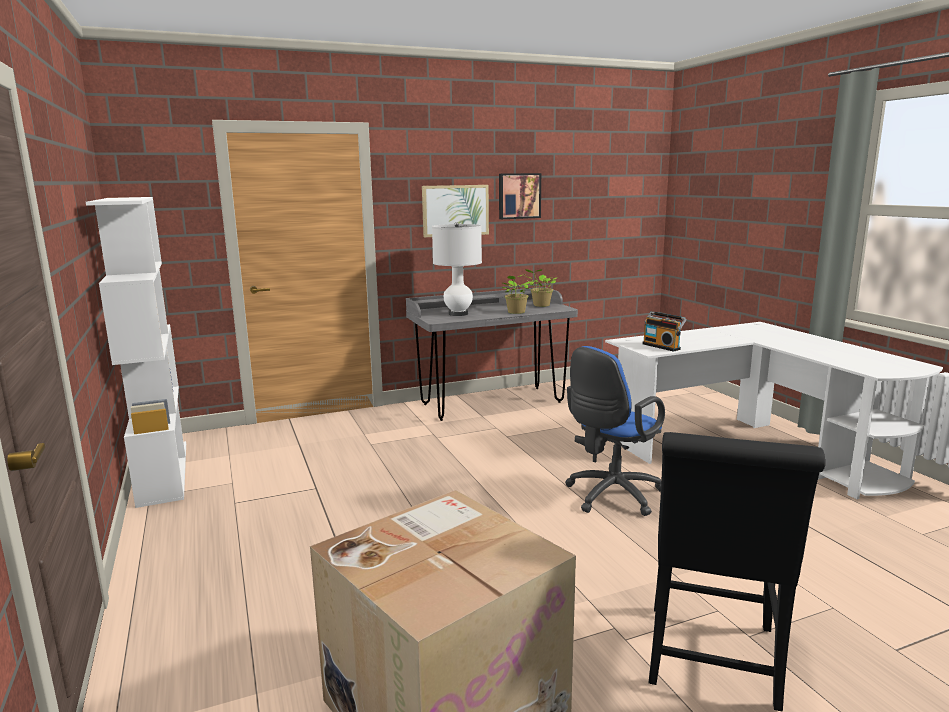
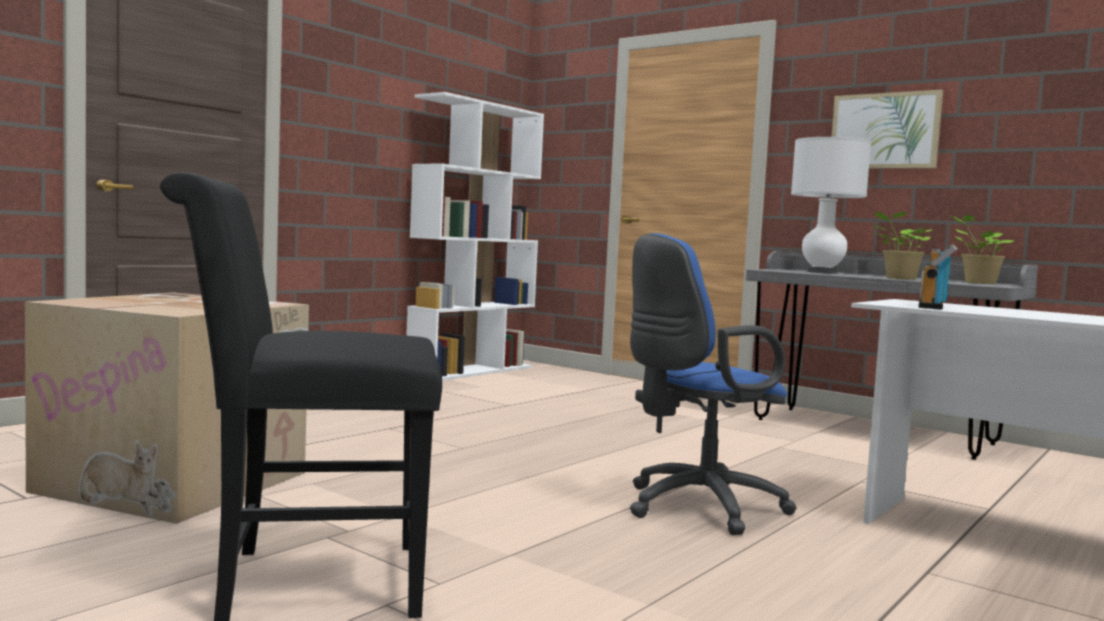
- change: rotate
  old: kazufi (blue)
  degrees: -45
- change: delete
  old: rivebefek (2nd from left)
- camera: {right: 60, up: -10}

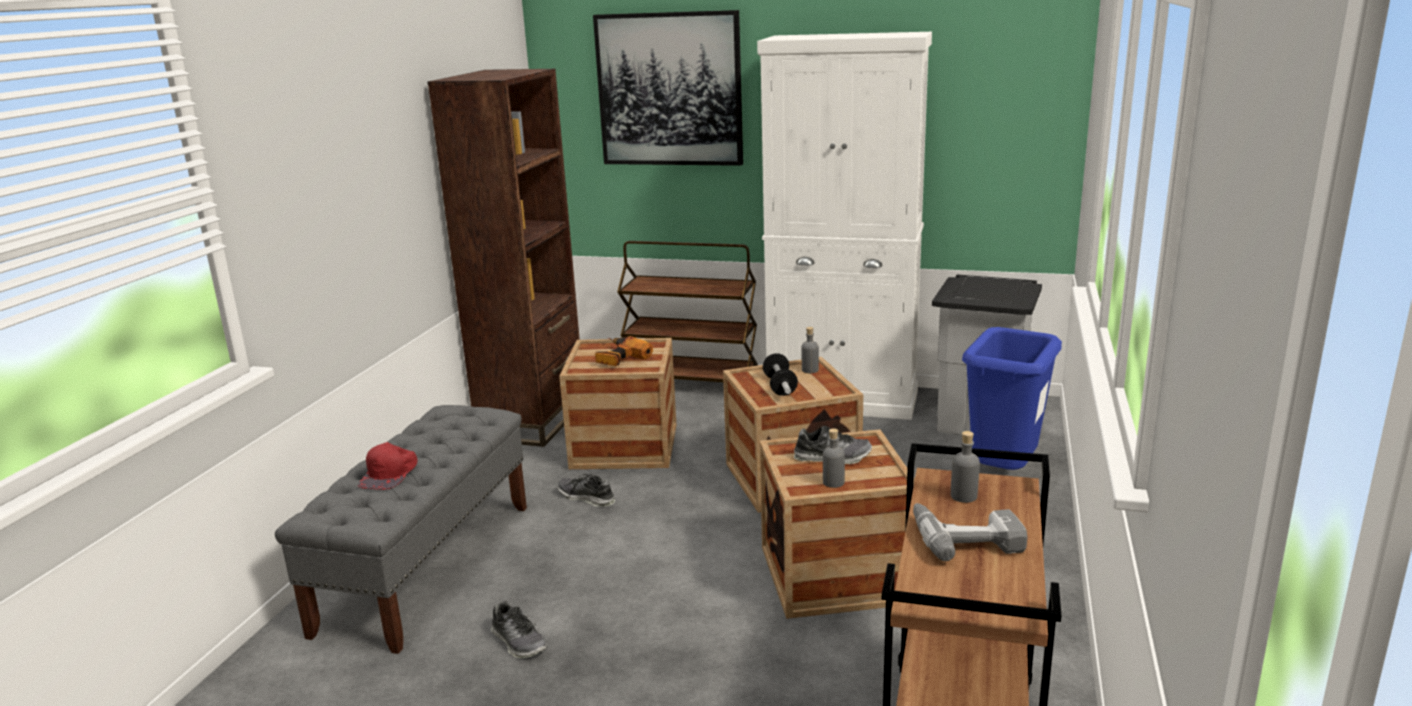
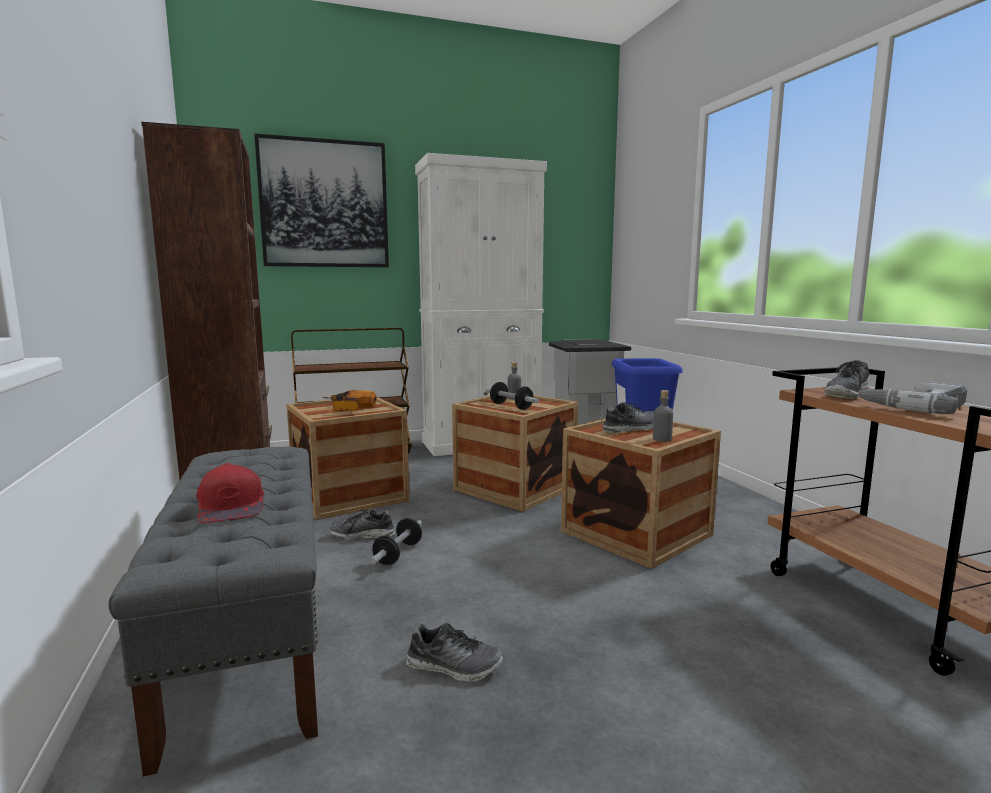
- change: insert
  new: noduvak (1st from left)
- change: replace
  old: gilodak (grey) (3rd from left)
  new: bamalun (4th from left)
- camera: {right: -35, up: -10}

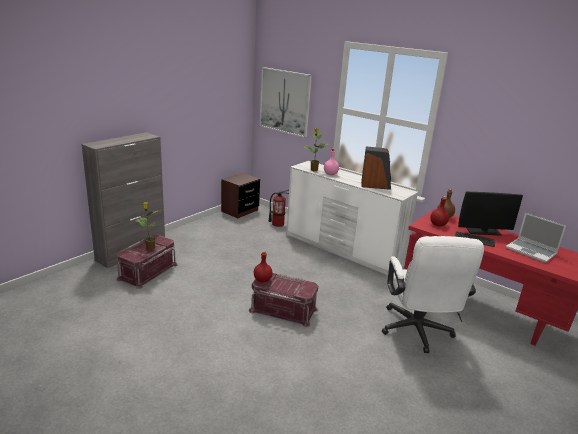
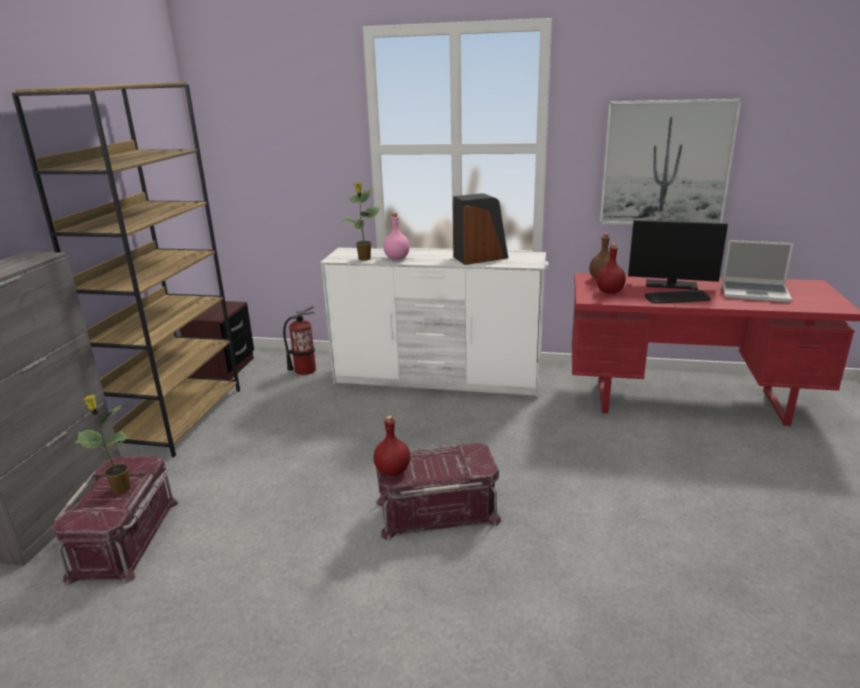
- change: insert
  new: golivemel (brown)
- change: move
  old: rivebefek
- change: rotate
  old: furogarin
  degrees: 45
- change: delete
  old: kazufi (white)
- camera: {right: -25, up: 0}

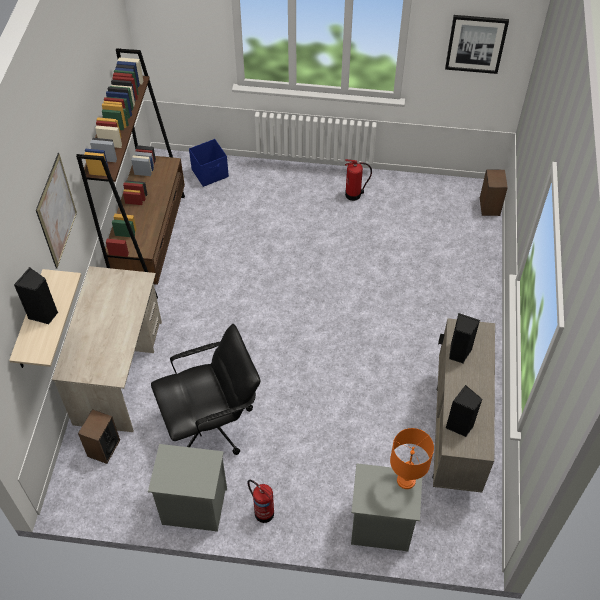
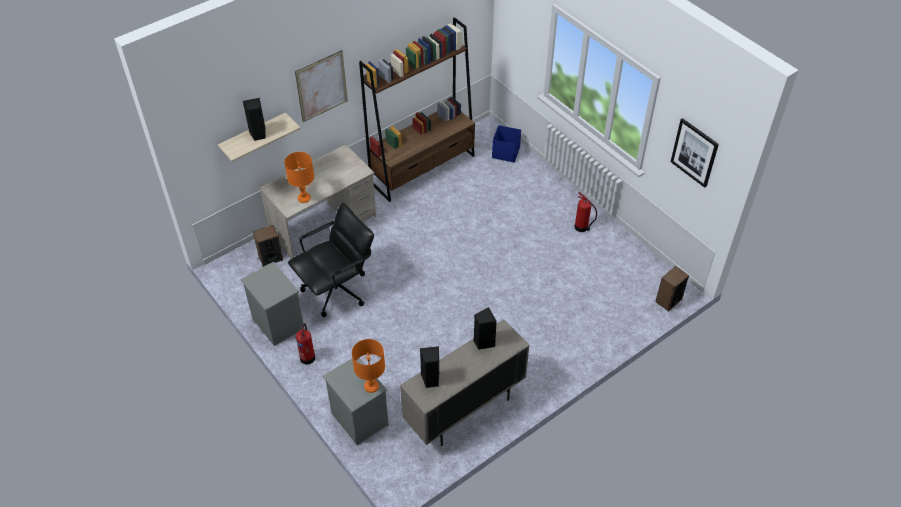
- change: insert
  new: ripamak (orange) (1st from left)
- change: rotate
  old: kazufi (black)
  degrees: -60
- camera: {right: 45, up: -5}

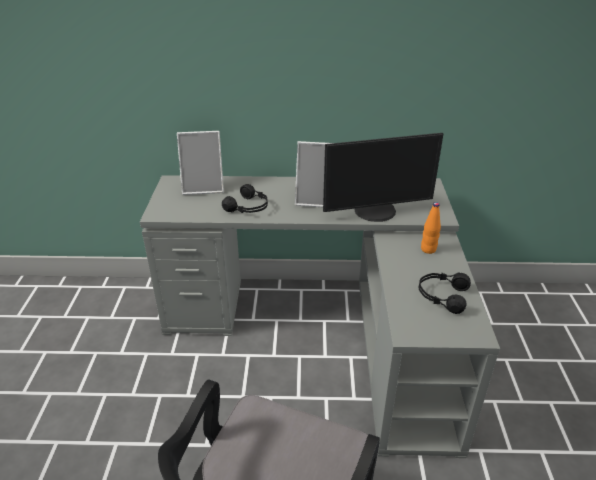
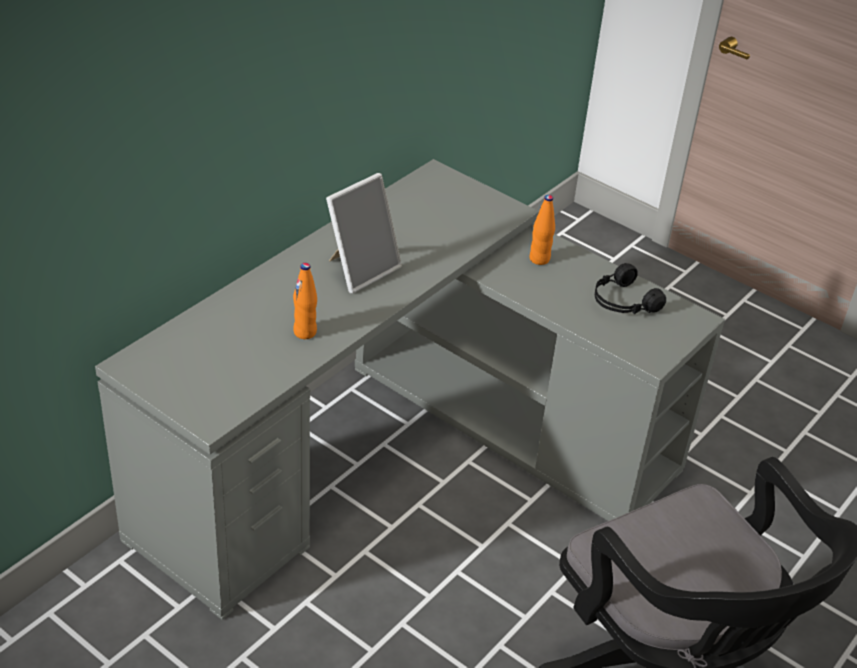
- change: replace
  old: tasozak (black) (1st from left)
  new: gilodak (orange) (1st from left)
- change: delete
  old: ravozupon (1st from left)
- change: delete
  old: furogarin
- camera: {right: -55, up: 5}

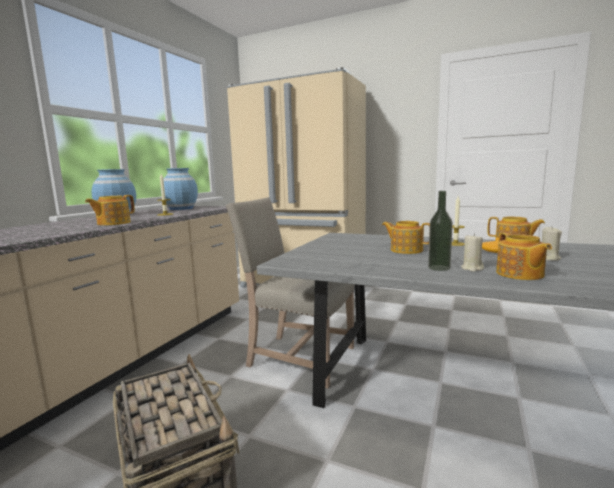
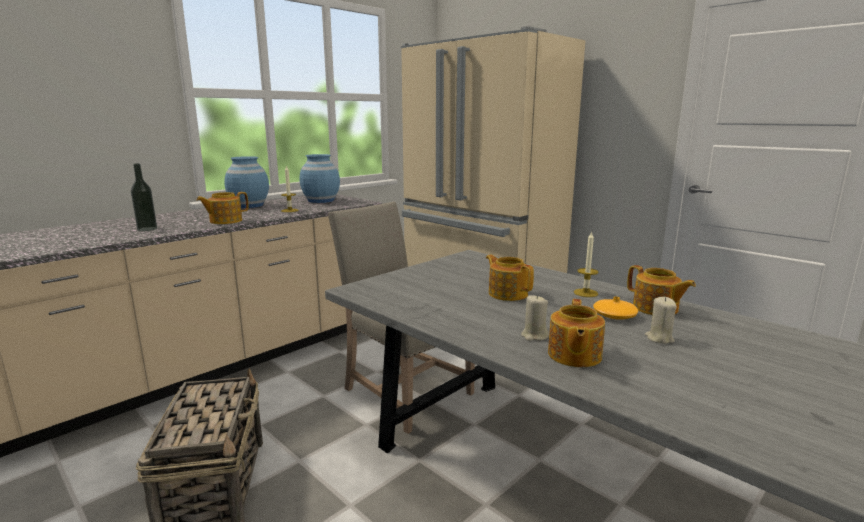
- change: move
  old: gilodak
- camera: {right: 20, up: 5}

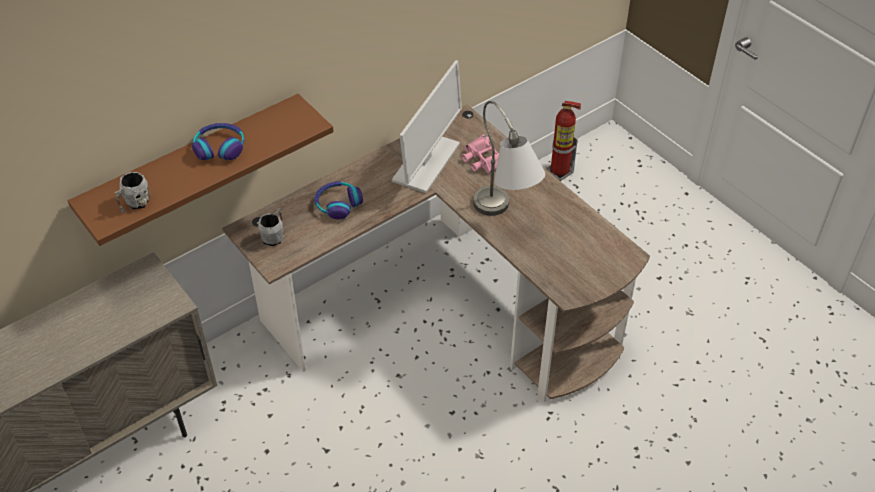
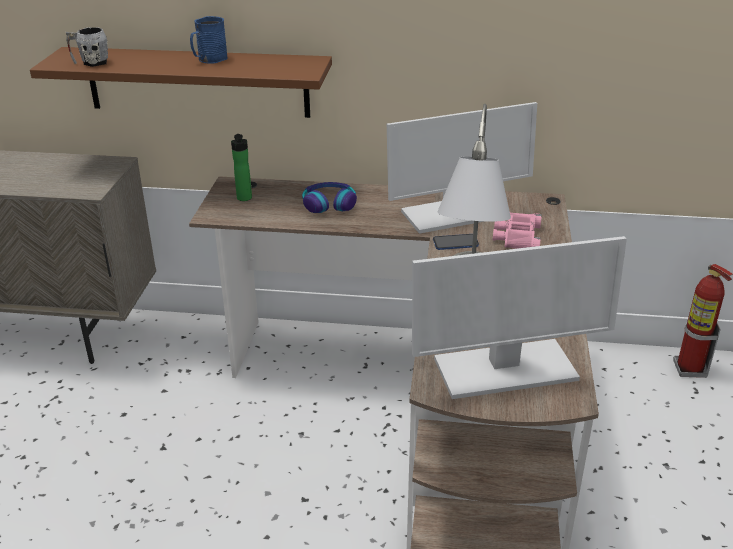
- change: replace
  old: tasozak (1st from left)
  new: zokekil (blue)
- change: replace
  old: zokekil (grey) (2nd from left)
  new: gilodak
- change: insert
  new: furogarin (2nd from left)
- change: insert
  new: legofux
- camera: {right: 45, up: -15}

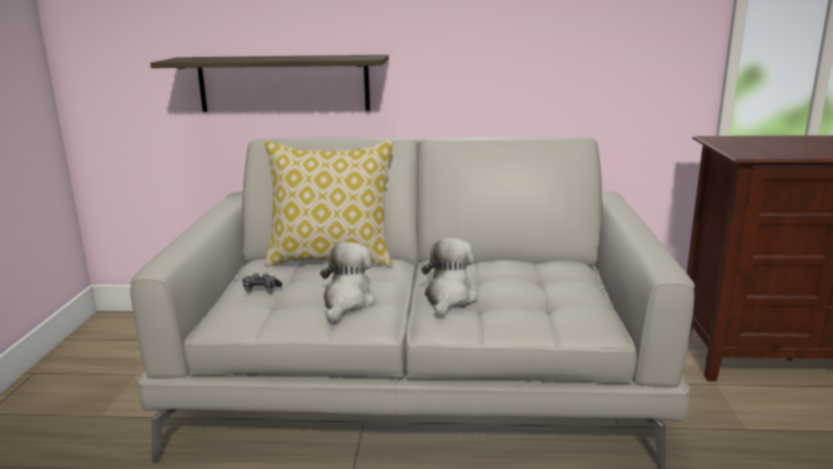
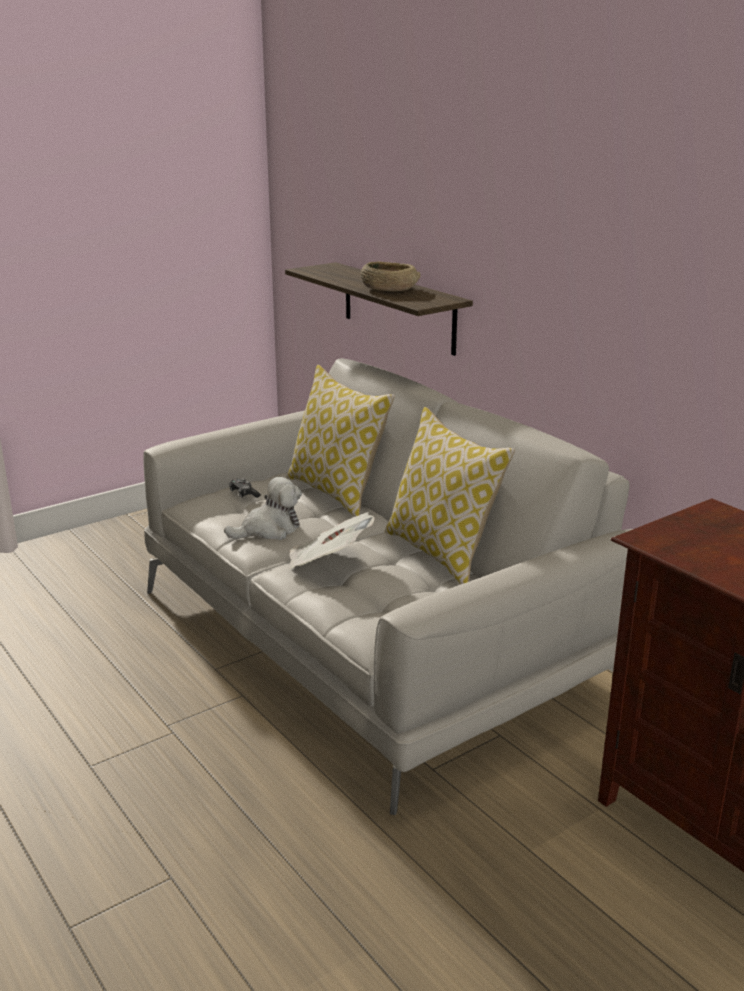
- change: replace
  old: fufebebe (2nd from left)
  new: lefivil
- change: insert
  new: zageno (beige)
- change: insert
  new: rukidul (2nd from left)
- camera: {right: 50, up: 5}

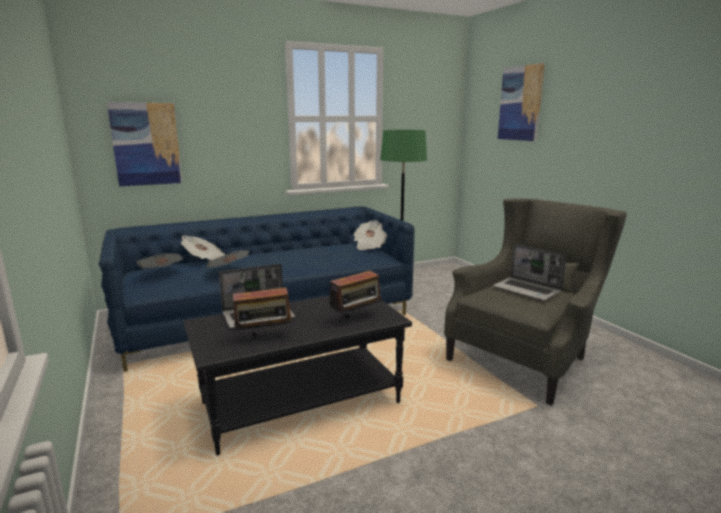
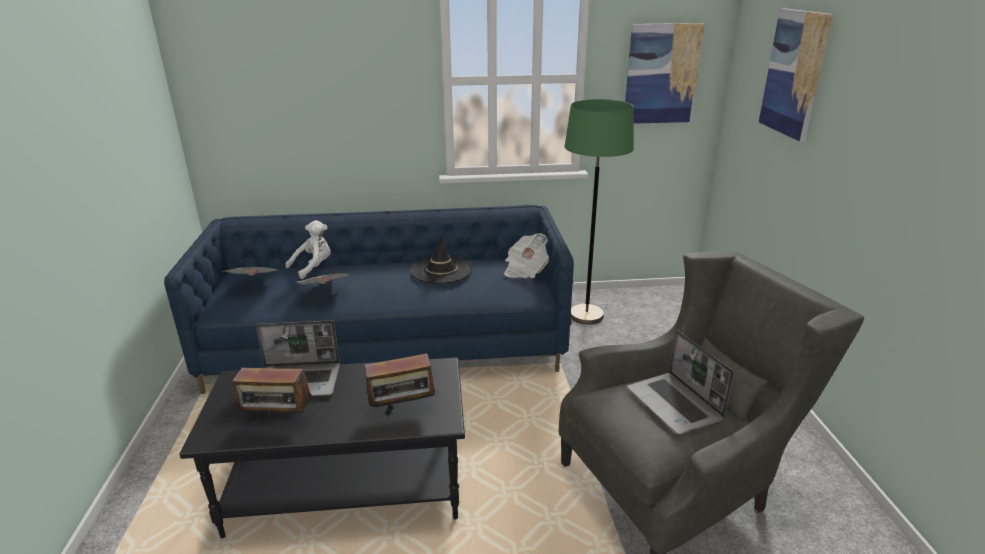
- change: replace
  old: lefivil (2nd from left)
  new: fufebebe (white)
- change: insert
  new: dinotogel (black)
- change: move
  old: rivebefek (1st from left)
- camera: {right: 20, up: 10}

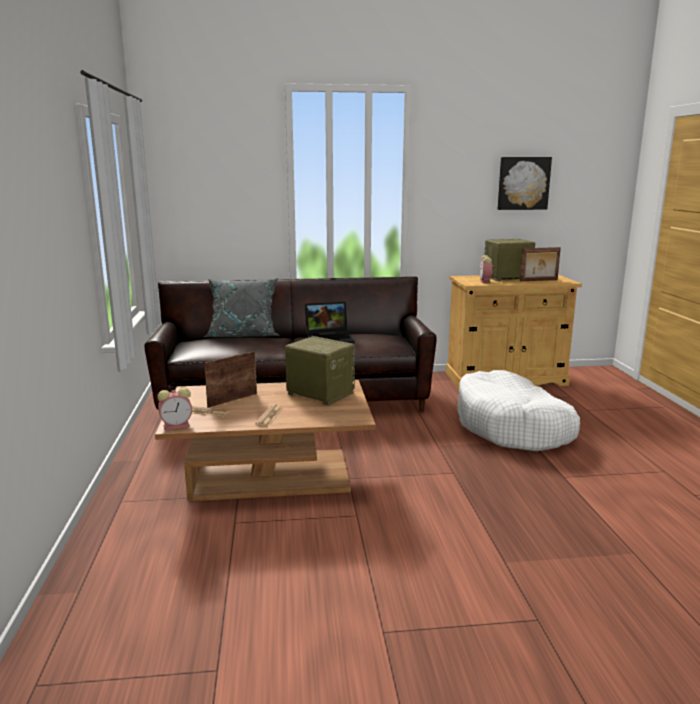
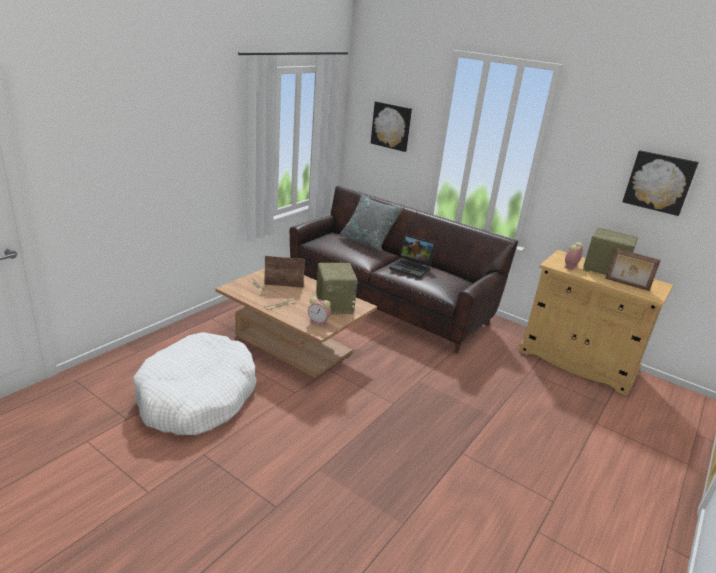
- change: move
  old: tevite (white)
- change: move
  old: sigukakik (1st from left)
- change: insert
  new: rivebefek (1st from left)
- camera: {right: 40, up: 10}

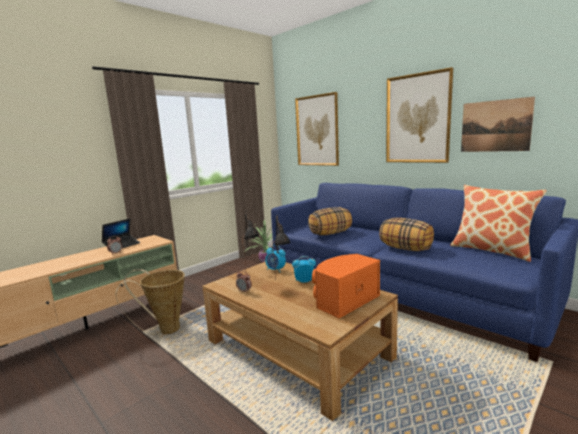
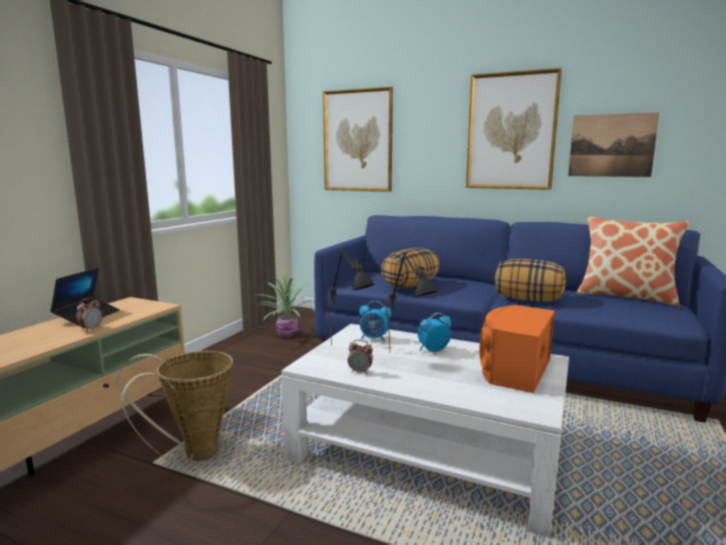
- change: recolor
  old: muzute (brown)
  new: muzute (white)
- camera: {right: -20, up: 0}

